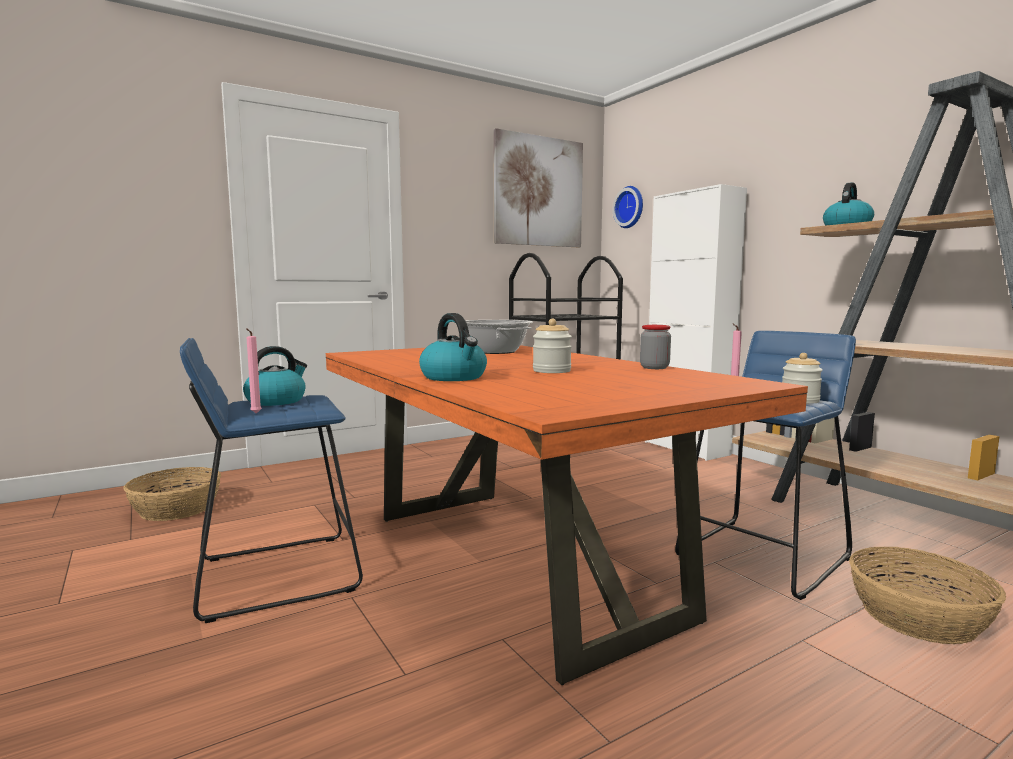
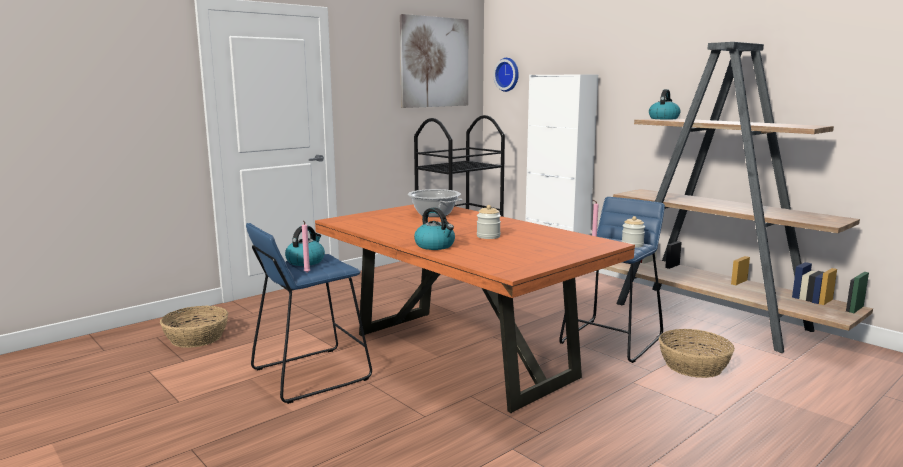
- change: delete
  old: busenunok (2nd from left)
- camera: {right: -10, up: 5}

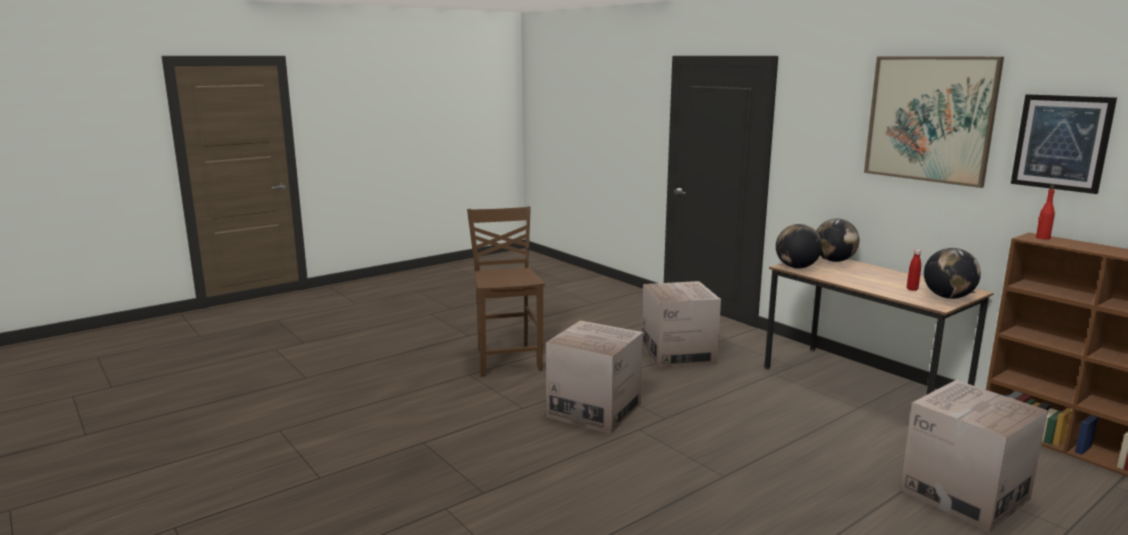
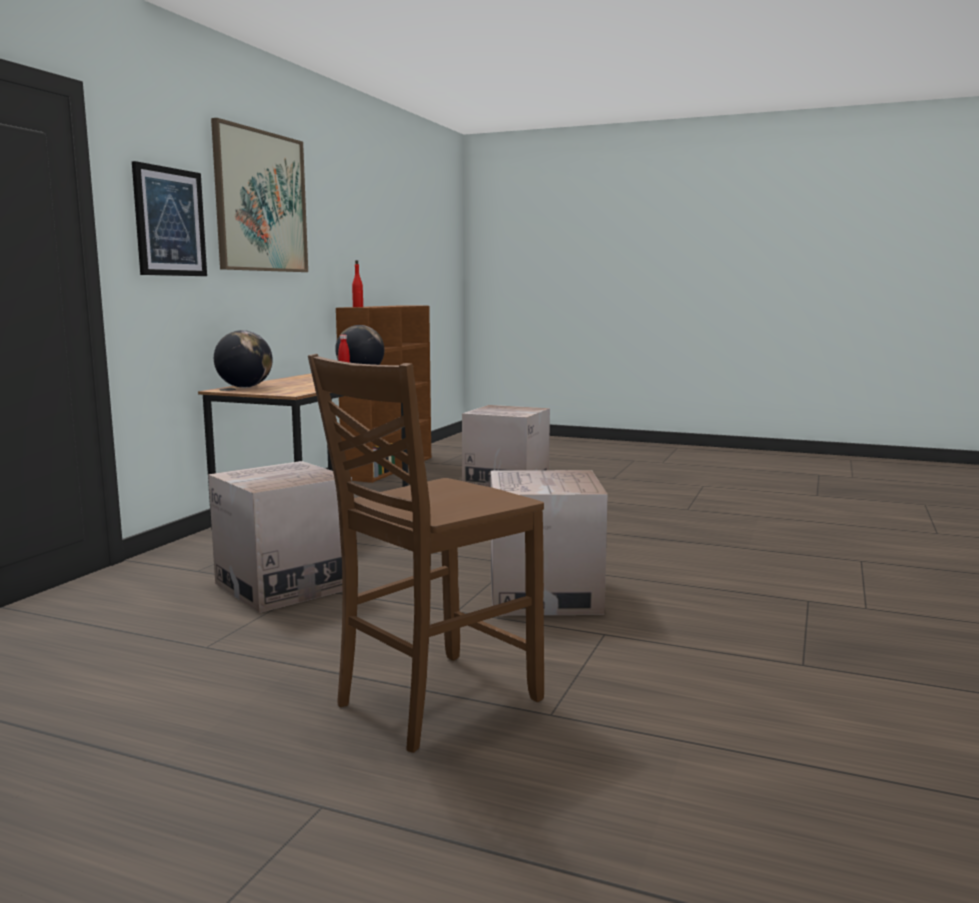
- change: move
  old: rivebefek (2nd from left in the first image)
  new: rivebefek (1st from left)
- change: delete
  old: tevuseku (1st from left)
- camera: {right: -120, up: -5}

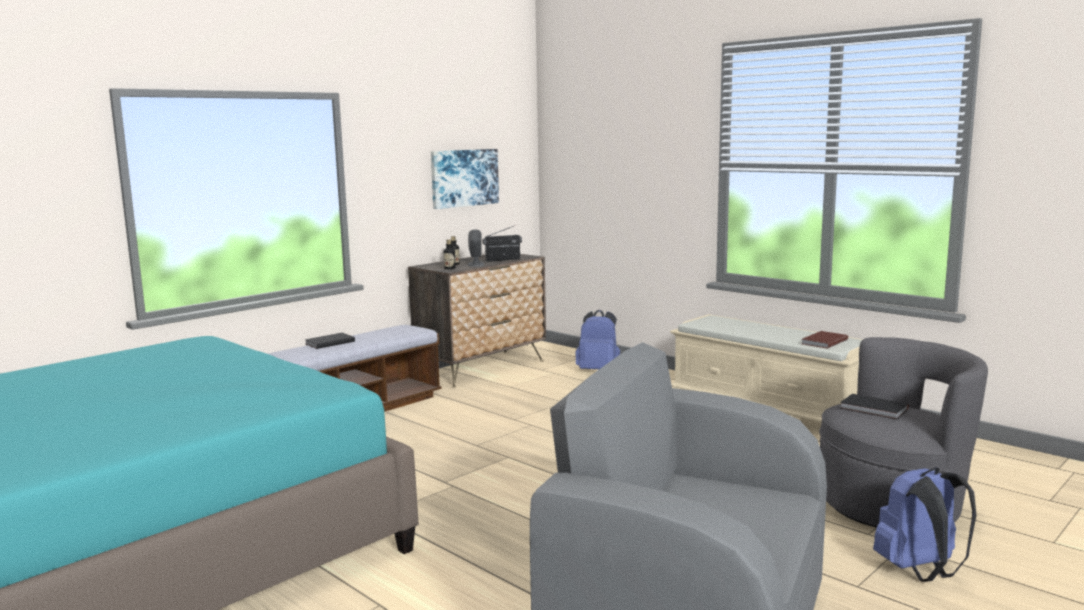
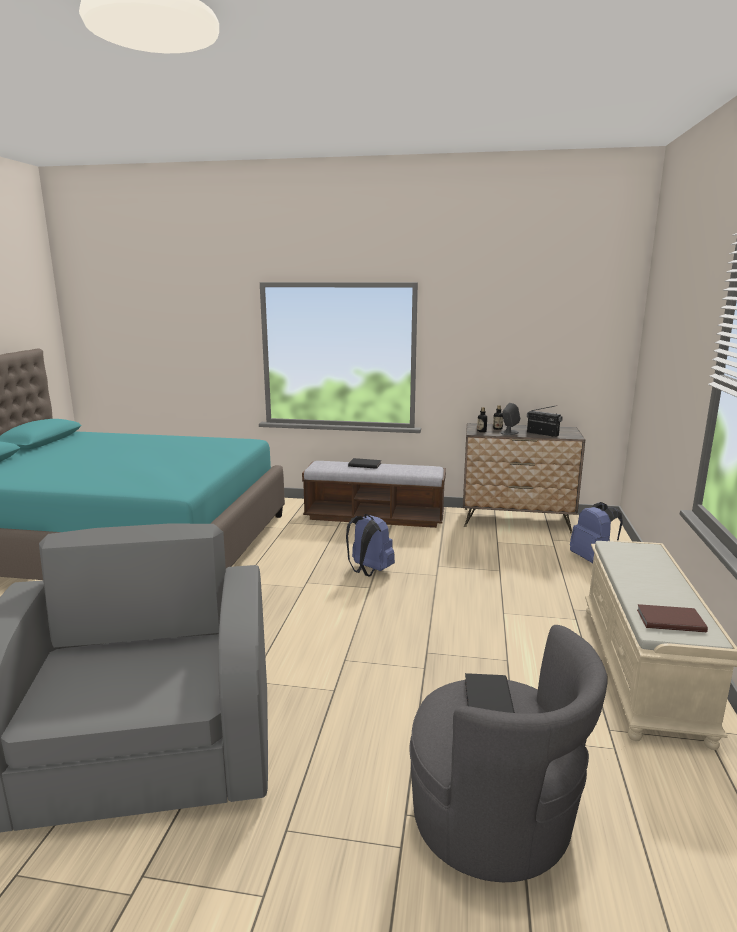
- change: move
  old: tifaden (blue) (2nd from left in the first image)
  new: tifaden (blue) (1st from left)
- change: delete
  old: rivebefek
- camera: {right: 55, up: 5}

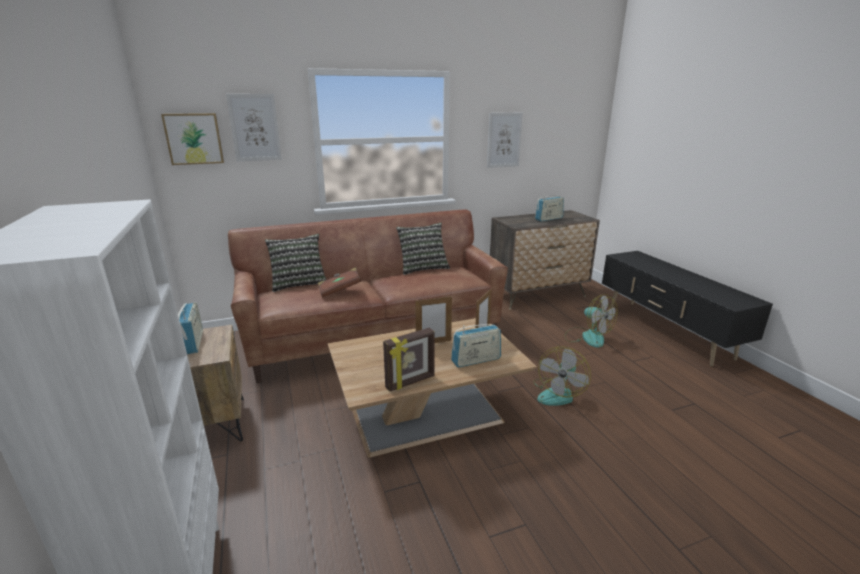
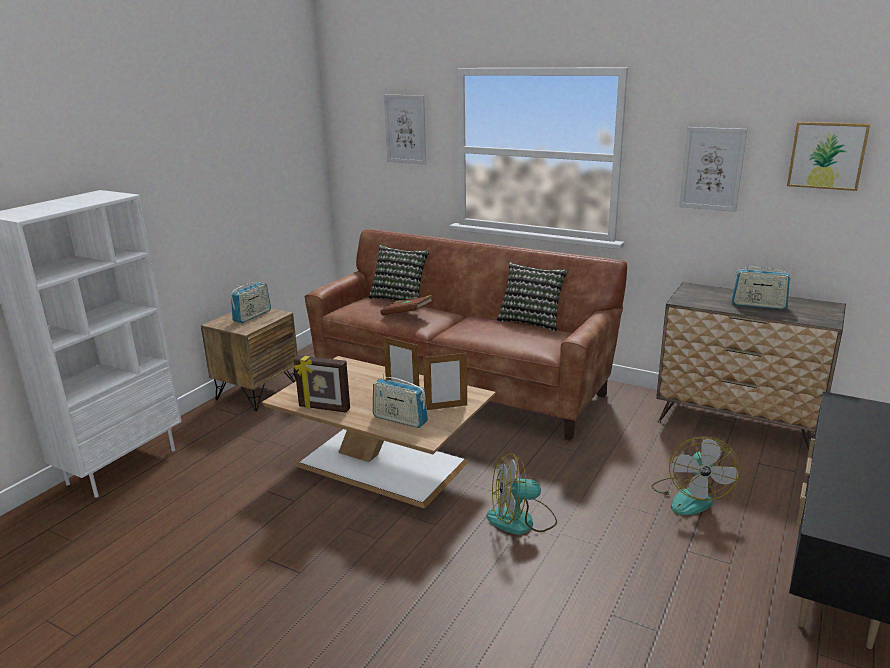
- change: move
  old: rivebefek (1st from left in the first image)
  new: rivebefek (3rd from left)
- camera: {right: 50, up: 0}

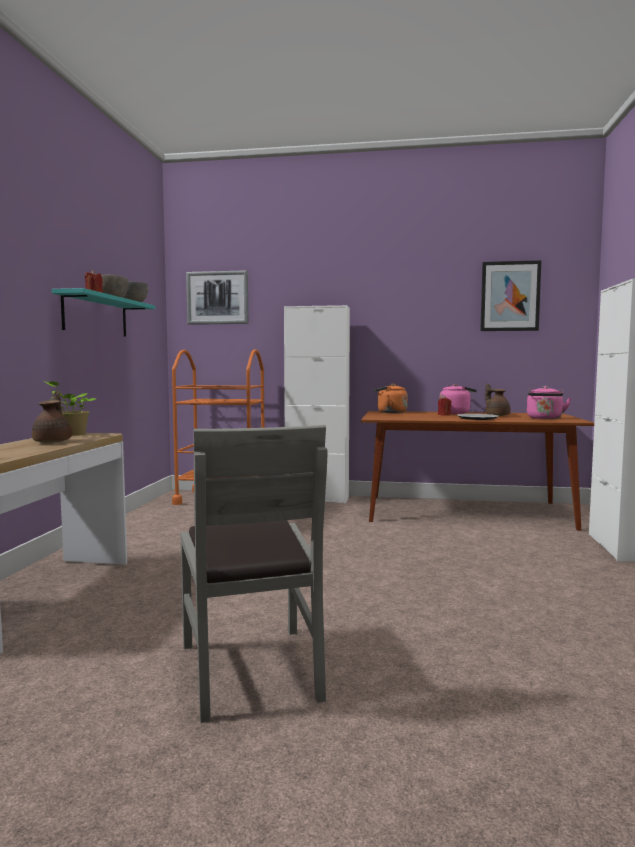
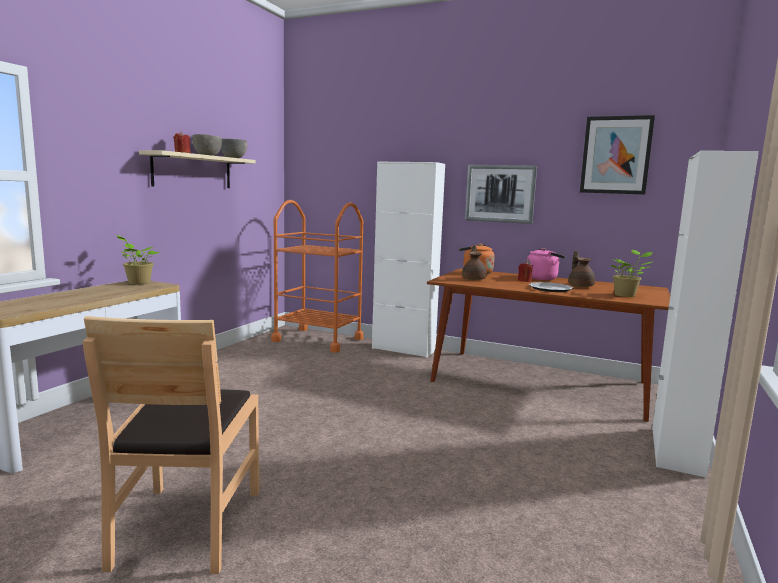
- change: recolor
  old: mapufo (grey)
  new: mapufo (brown)
- change: recolor
  old: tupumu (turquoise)
  new: tupumu (beige)
- change: move
  old: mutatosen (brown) (1st from left)
- change: move
  old: rivebefek (1st from left)
- change: replace
  old: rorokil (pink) (2nd from left)
  new: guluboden (2nd from left)
- camera: {right: 15, up: 5}

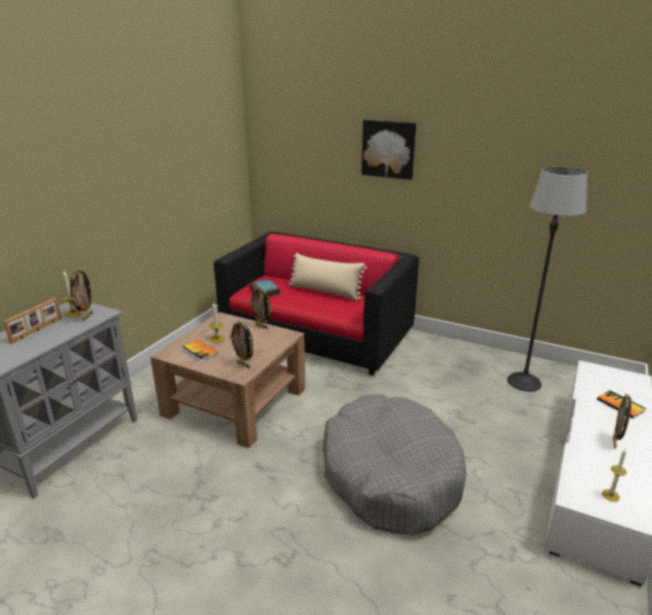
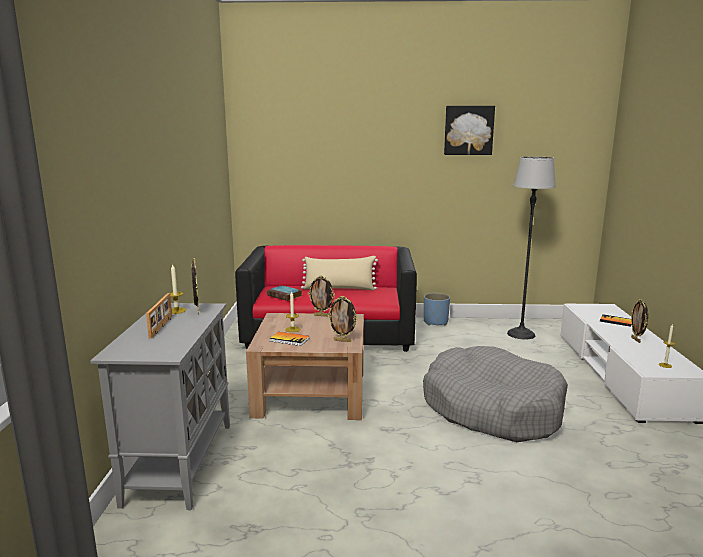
- change: insert
  new: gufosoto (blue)
- change: move
  old: rivebefek
- camera: {right: -25, up: -10}

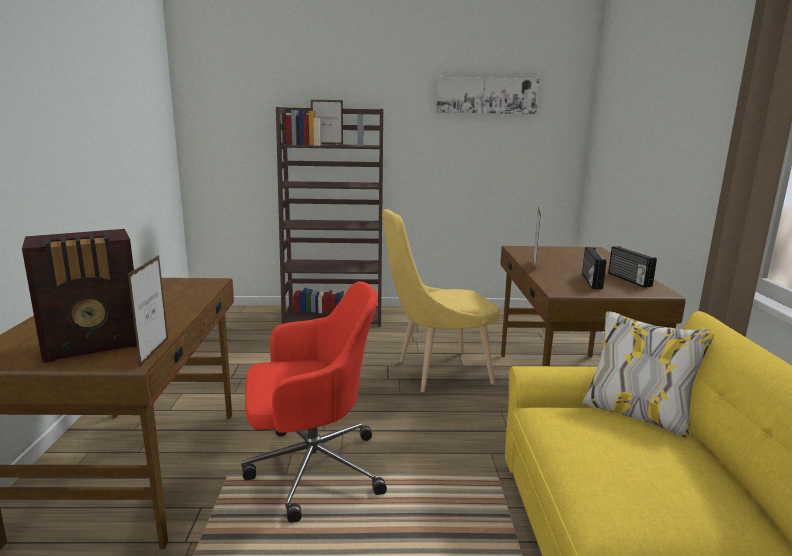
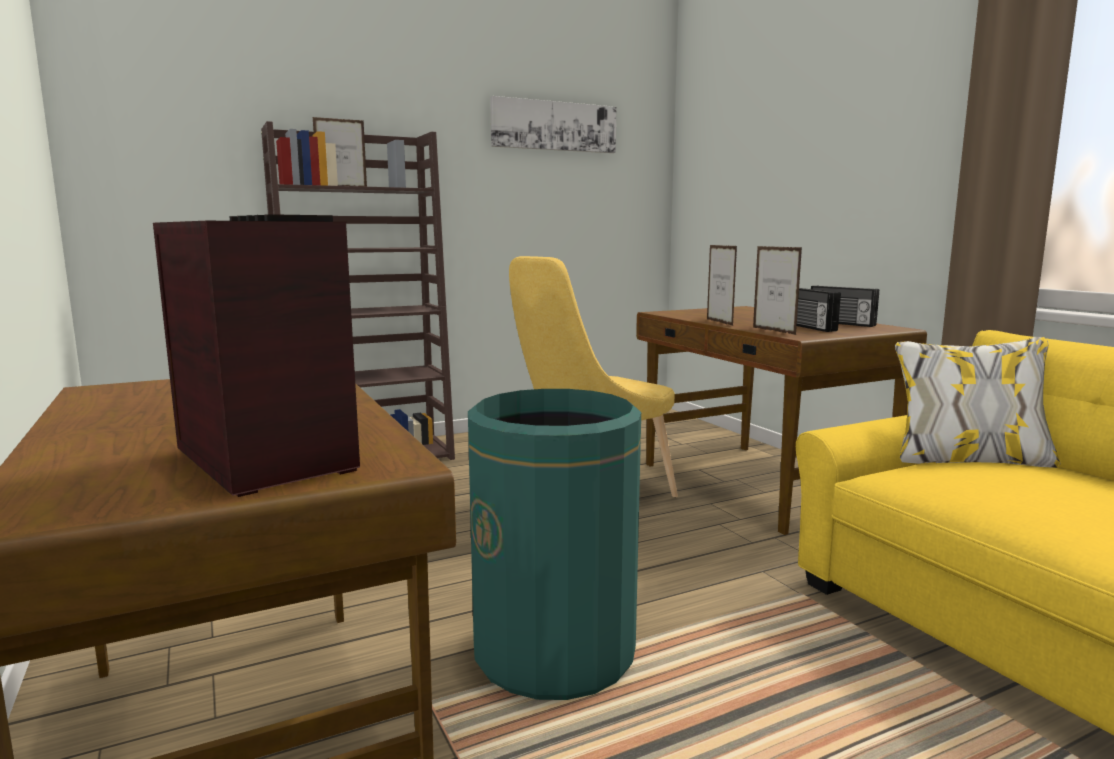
- change: rotate
  old: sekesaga (1st from left)
  degrees: -75
- change: replace
  old: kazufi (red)
  new: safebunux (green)
- change: move
  old: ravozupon (1st from left in the first image)
  new: ravozupon (3rd from left)
- camera: {right: -25, up: -5}

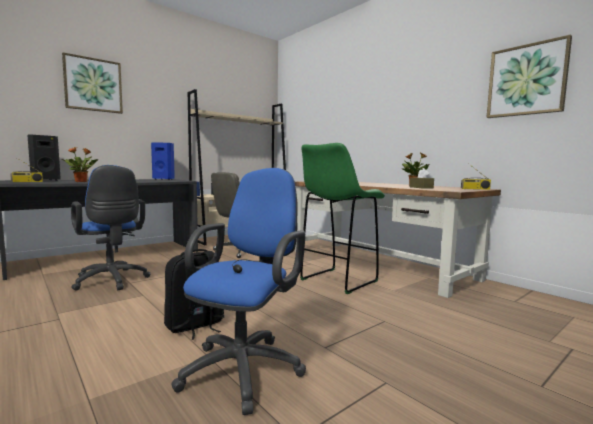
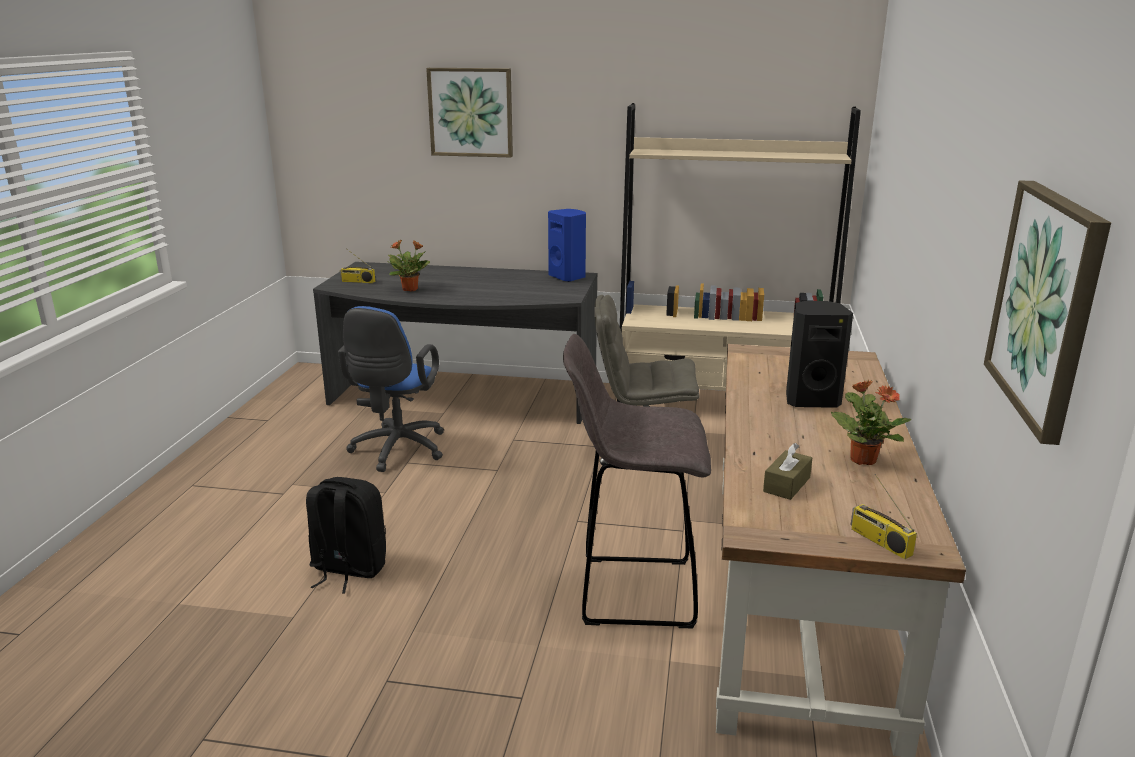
- change: recolor
  old: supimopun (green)
  new: supimopun (grey)
- change: move
  old: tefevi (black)
- change: delete
  old: kazufi (blue) (2nd from left)
- camera: {right: 50, up: 15}

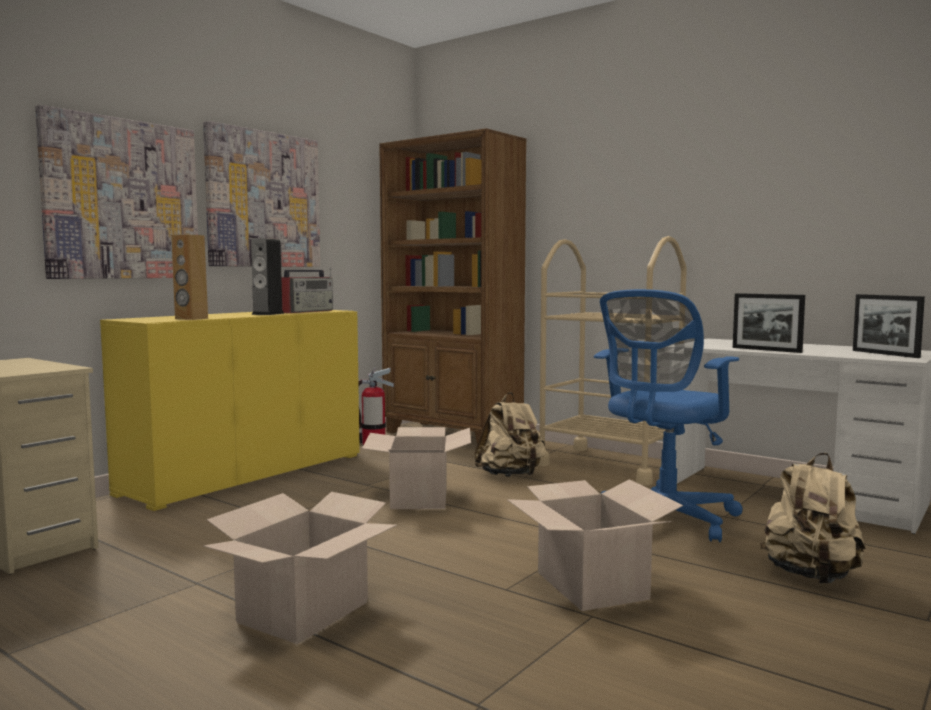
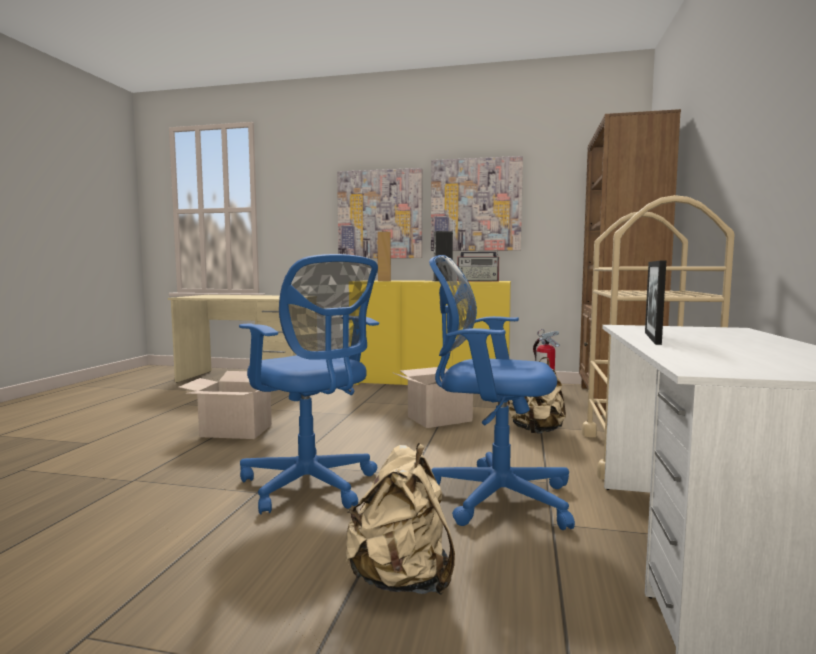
- change: replace
  old: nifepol (3rd from left)
  new: kazufi (blue) (1st from left)
- change: delete
  old: ravozupon (2nd from left)
- camera: {right: 65, up: 0}

